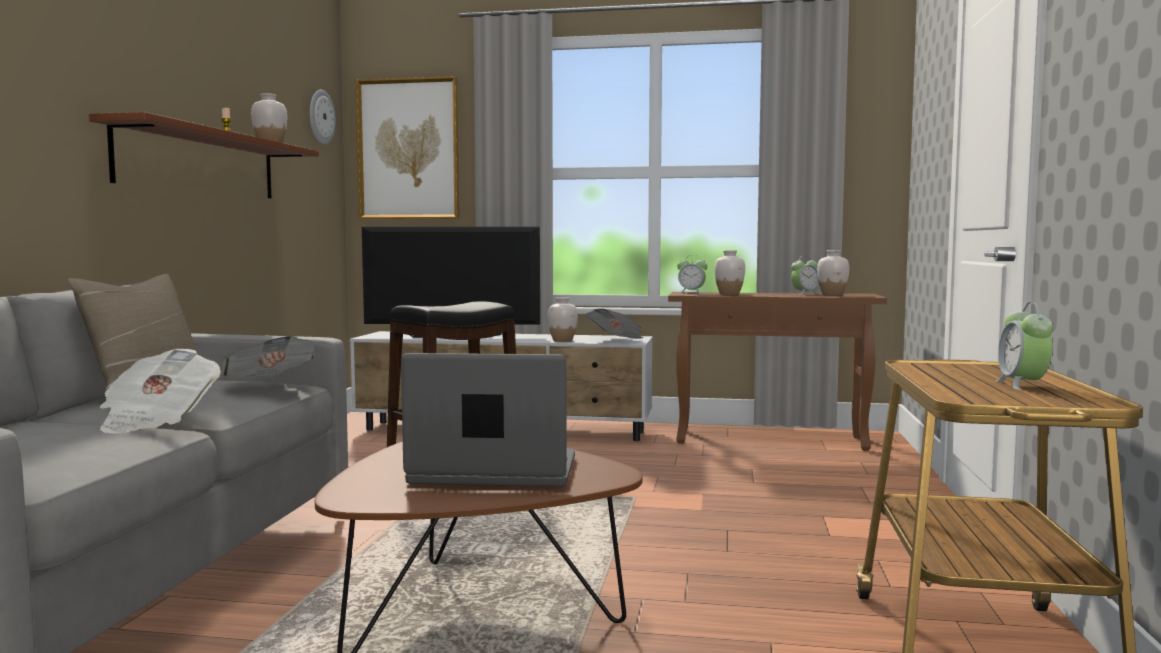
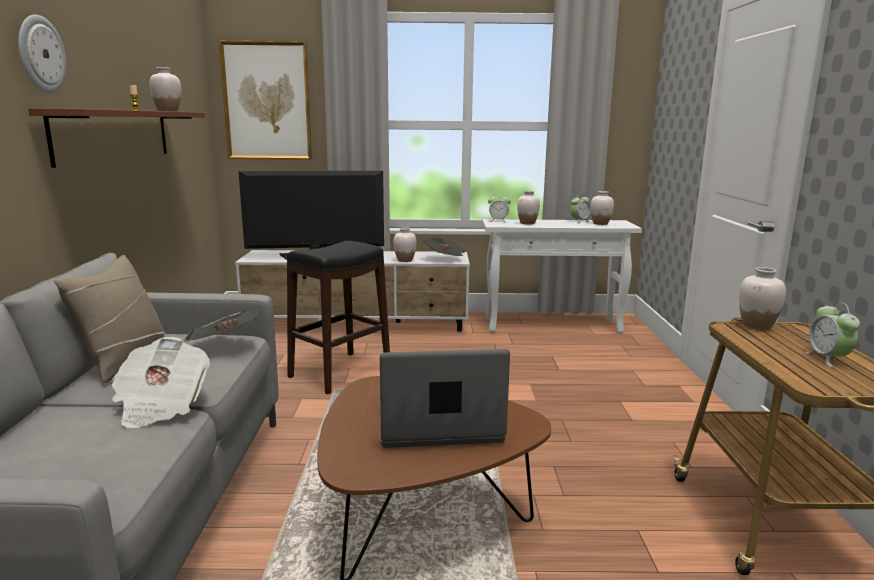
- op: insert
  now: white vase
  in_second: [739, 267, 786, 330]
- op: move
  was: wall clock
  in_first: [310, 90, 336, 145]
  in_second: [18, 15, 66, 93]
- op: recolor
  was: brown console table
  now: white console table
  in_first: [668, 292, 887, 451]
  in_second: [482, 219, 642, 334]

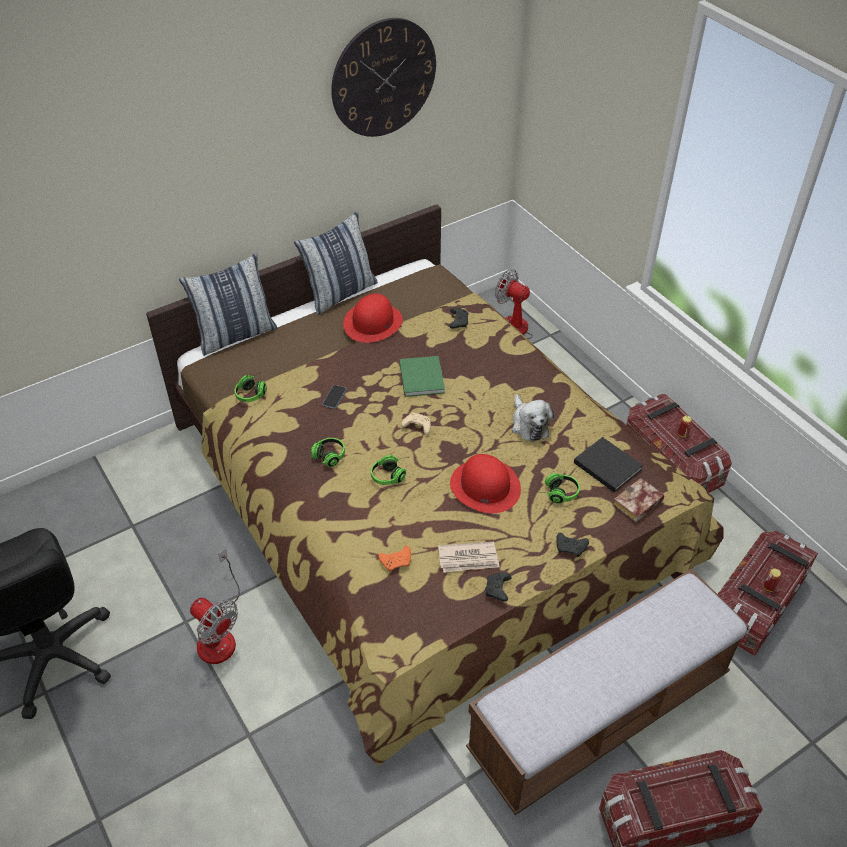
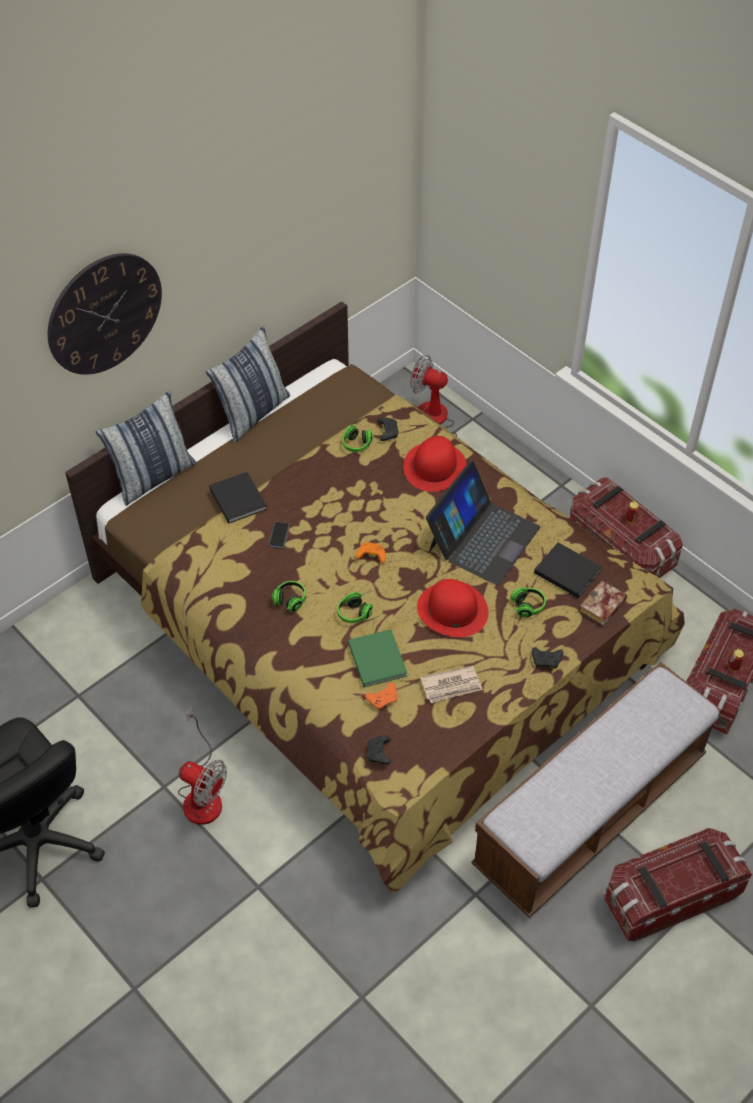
- op: insert
  now: black book
  in_second: [209, 472, 267, 524]
- op: move
  was: headphones
  in_first: [234, 373, 267, 402]
  in_second: [342, 425, 373, 452]
- op: move
  was: wall clock
  in_first: [331, 18, 436, 137]
  in_second: [48, 253, 162, 375]
- op: move
  was: red hat
  in_first: [343, 294, 403, 343]
  in_second: [403, 436, 466, 492]
- op: move
  was: green book
  in_first: [400, 356, 445, 397]
  in_second: [348, 629, 408, 687]
- op: move
  was: black game controller
  in_first: [485, 573, 512, 602]
  in_second: [367, 736, 391, 765]
- op: replace
  was: plush toy
  now: laptop
  in_first: [512, 394, 554, 442]
  in_second: [426, 460, 540, 585]
- op: recolor
  was: beige game controller
  now: orange game controller
  in_first: [401, 412, 431, 435]
  in_second: [356, 542, 386, 564]

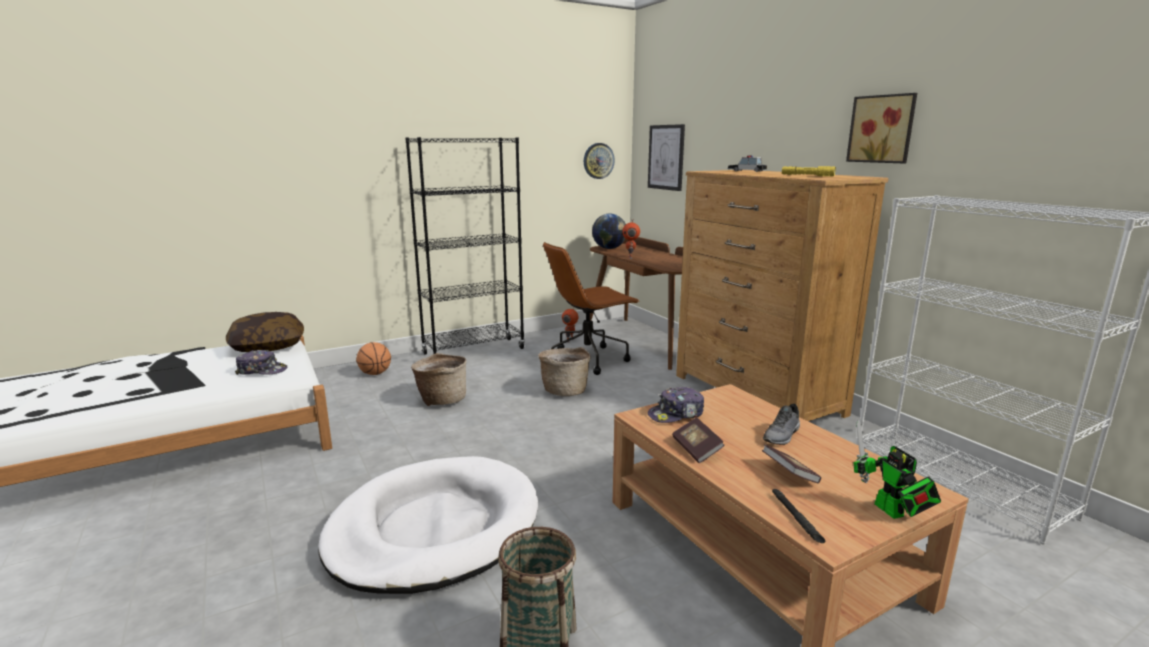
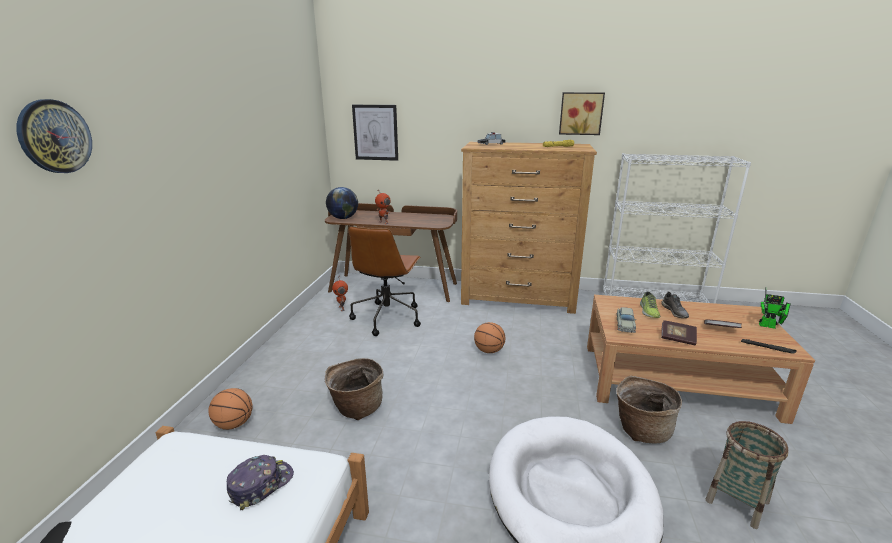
- op: delete
  was: pillow
  in_first: [226, 312, 304, 352]
- op: delete
  was: black bookcase
  in_first: [405, 137, 525, 355]
- op: insert
  now: basketball
  in_second: [474, 322, 505, 353]
- op: insert
  now: shoe
  in_second: [640, 292, 660, 318]
- op: move
  was: basket
  in_first: [538, 347, 591, 396]
  in_second: [616, 375, 682, 444]
- op: move
  was: wall clock
  in_first: [584, 143, 615, 179]
  in_second: [16, 99, 92, 173]
- op: replace
  was: cap
  now: beige toy car
  in_first: [648, 387, 704, 423]
  in_second: [617, 307, 636, 333]

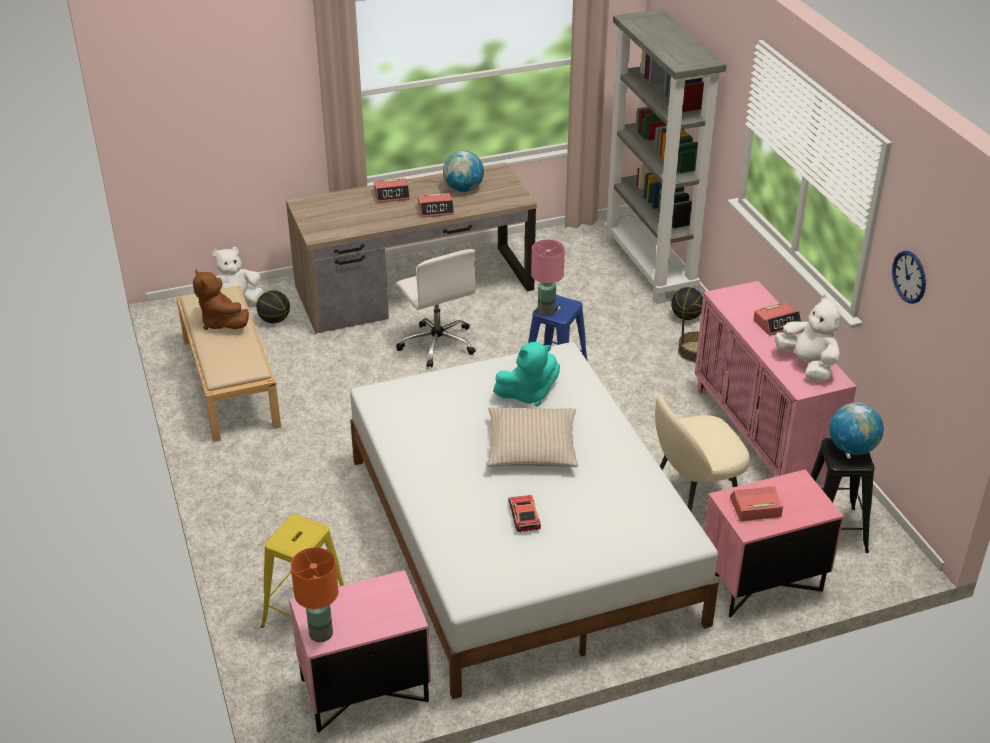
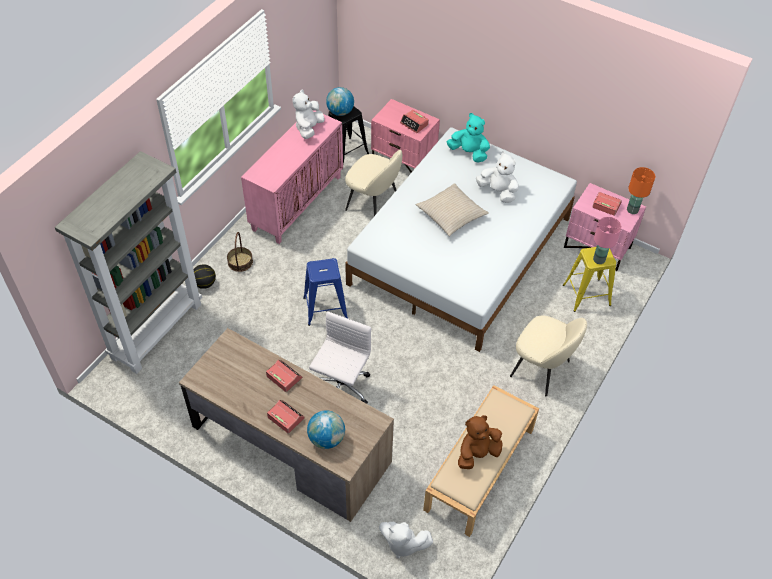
- op: delete
  was: basketball
  in_first: [256, 290, 290, 323]
- op: delete
  was: wall clock
  in_first: [892, 251, 926, 304]
- op: insert
  now: beige chair
  in_second: [510, 315, 587, 396]
- op: move
  was: globe
  in_first: [443, 151, 484, 192]
  in_second: [307, 410, 345, 449]
- op: move
  was: turquoise plush toy
  in_first: [493, 342, 560, 407]
  in_second: [447, 113, 490, 162]
- op: move
  was: pink table lamp
  in_first: [531, 239, 565, 316]
  in_second: [593, 217, 621, 264]
- op: move
  was: alarm clock
  in_first: [753, 302, 801, 336]
  in_second: [592, 192, 621, 216]
- op: replace
  was: toy car
  now: white plush toy
  in_first: [508, 495, 541, 532]
  in_second: [476, 151, 519, 203]
- op: rotate
  was: brown plush toy
  in_first: [193, 269, 249, 330]
  in_second: [458, 415, 503, 469]
  clockwise: -135

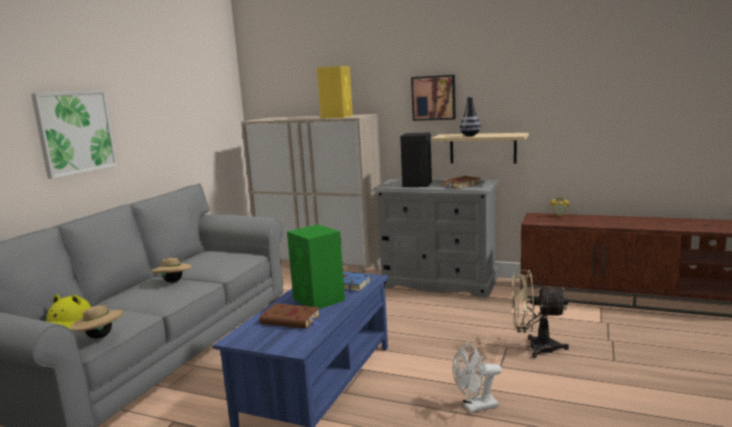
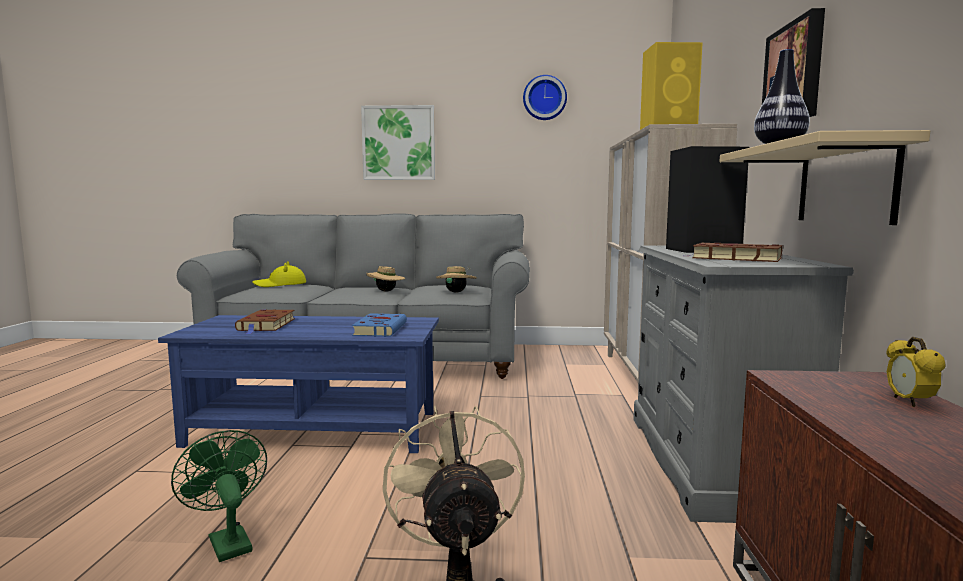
- op: delete
  was: green speaker
  in_first: [287, 224, 345, 309]
- op: insert
  now: wall clock
  in_second: [523, 75, 567, 120]
- op: move
  was: beige hat
  in_first: [71, 301, 124, 339]
  in_second: [436, 266, 477, 293]
- op: recolor
  was: white fan
  now: green fan
  in_first: [452, 343, 502, 413]
  in_second: [171, 430, 267, 562]

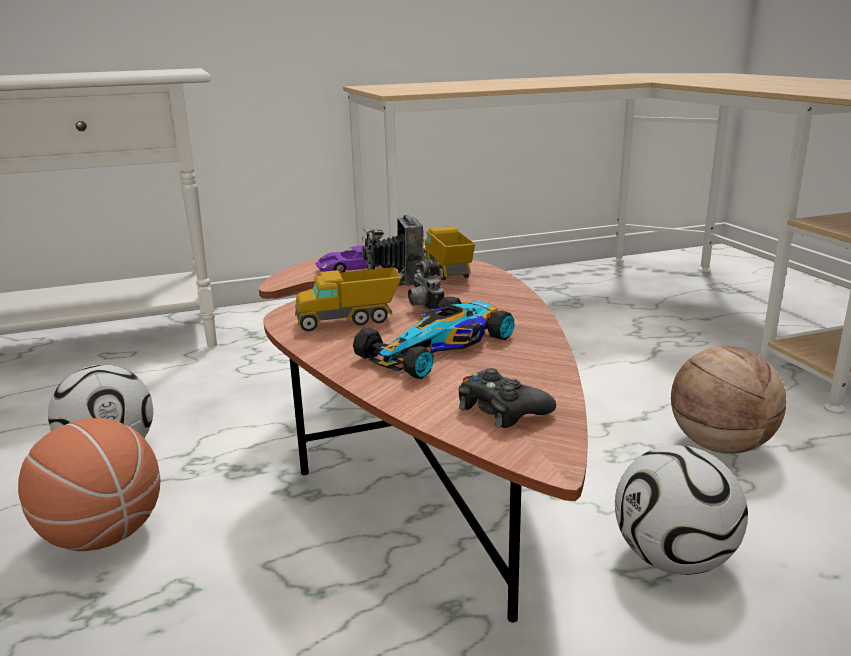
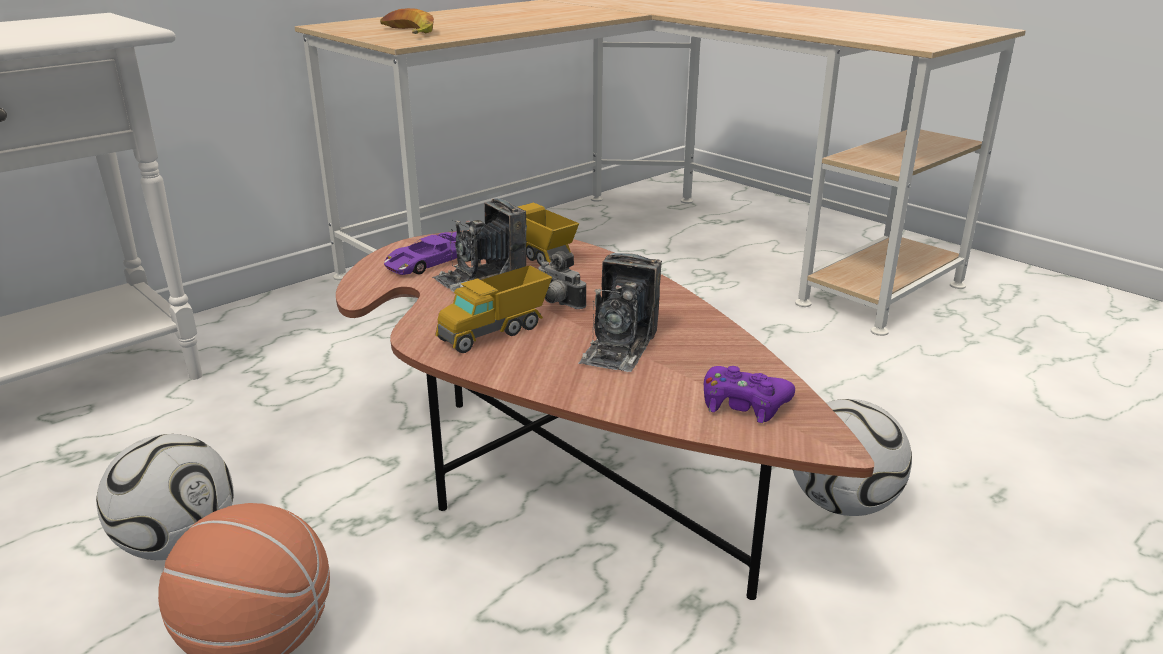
- op: delete
  was: basketball
  in_first: [671, 346, 786, 454]
- op: insert
  now: banana
  in_second: [380, 8, 434, 34]
- op: replace
  was: toy car
  now: photo camera
  in_first: [353, 297, 515, 379]
  in_second: [578, 253, 662, 372]
- op: recolor
  was: black game controller
  now: purple game controller
  in_first: [459, 368, 556, 428]
  in_second: [704, 366, 795, 423]

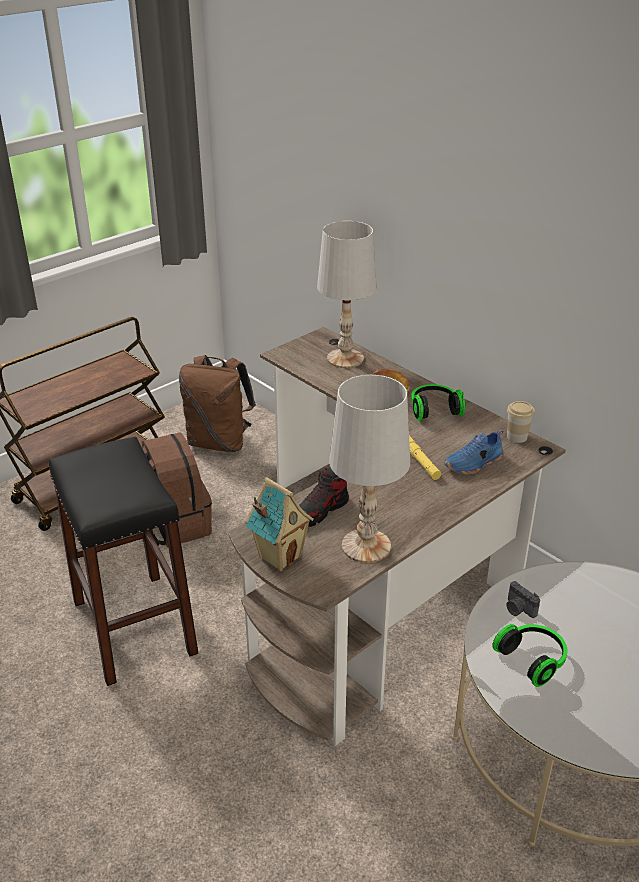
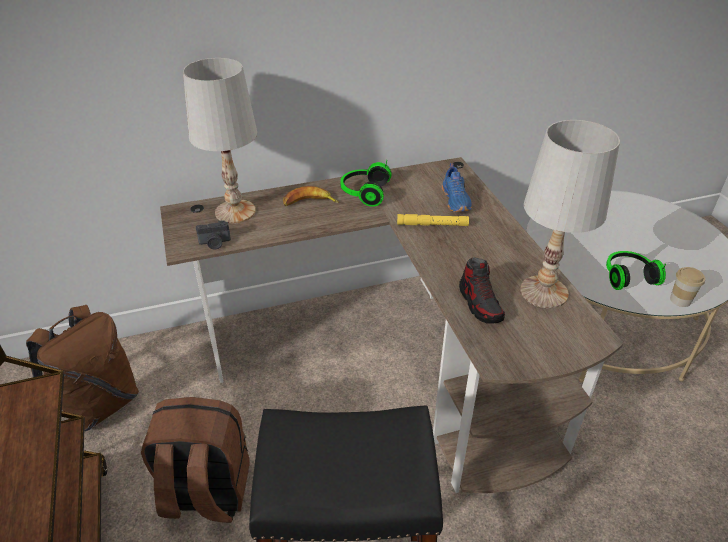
- op: delete
  was: toy house
  in_first: [245, 477, 314, 571]
- op: move
  was: cup
  in_first: [507, 401, 535, 443]
  in_second: [670, 267, 705, 307]
- op: move
  was: photo camera
  in_first: [507, 581, 540, 618]
  in_second: [196, 220, 231, 249]

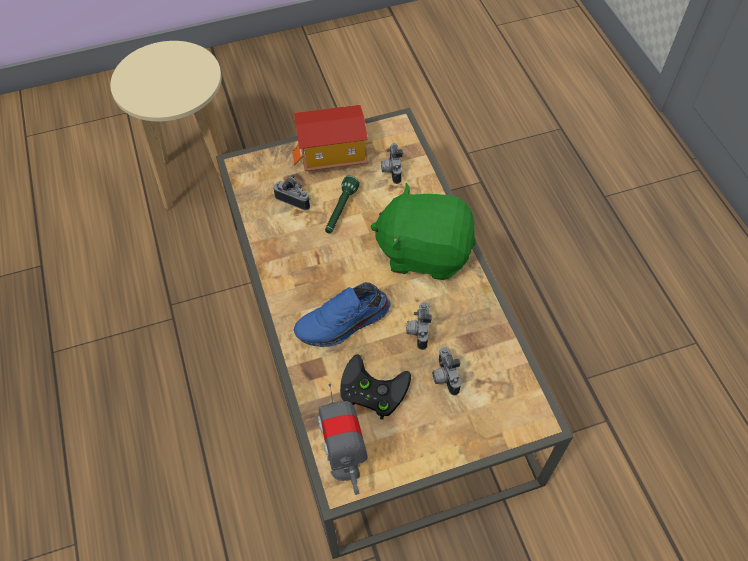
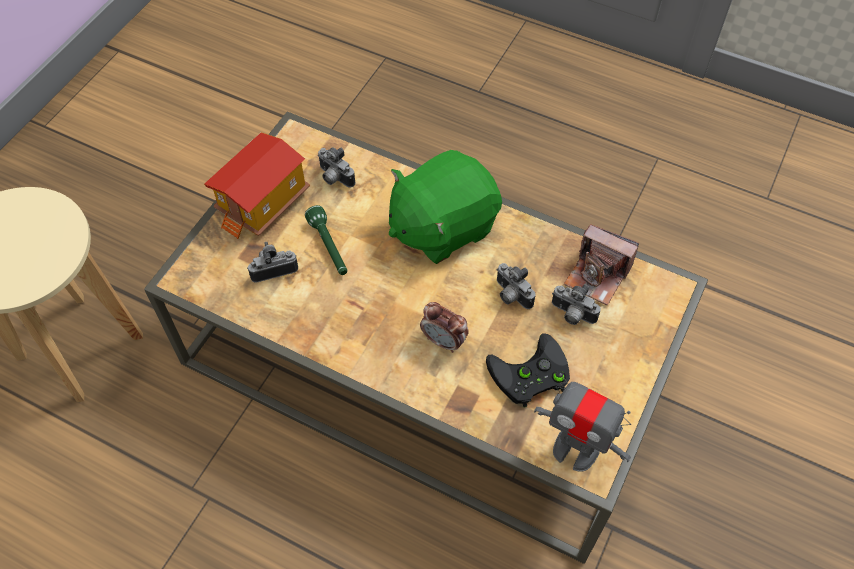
- op: insert
  now: photo camera
  in_second: [564, 224, 639, 305]
- op: replace
  was: blue shoe
  now: alarm clock
  in_first: [294, 282, 391, 347]
  in_second: [420, 302, 469, 353]

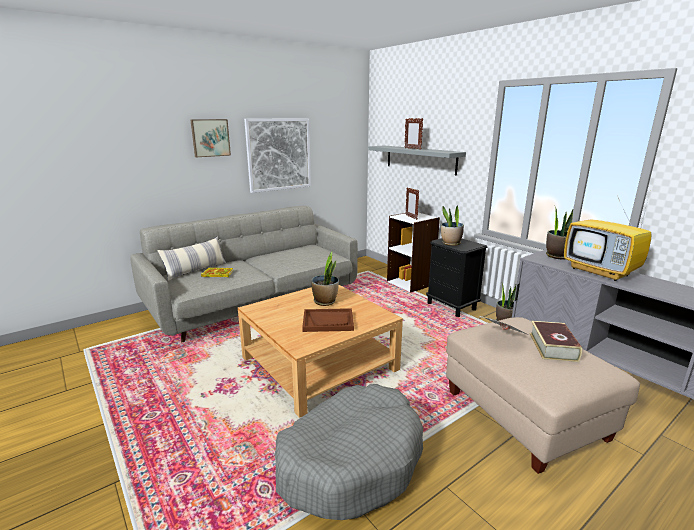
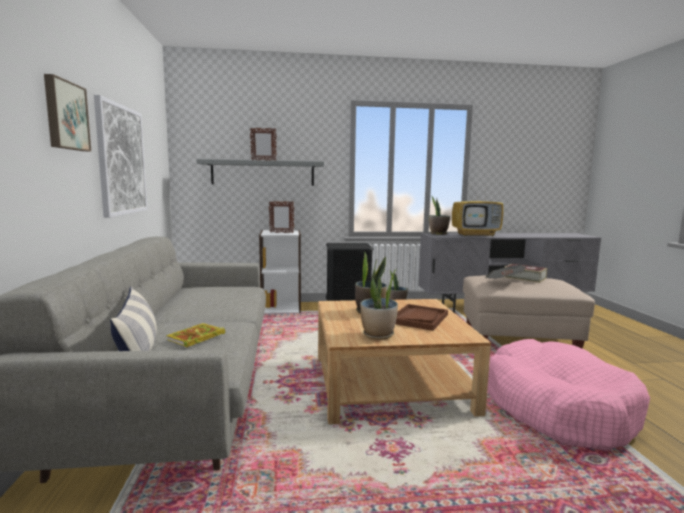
- op: move
  was: potted plant
  in_first: [441, 205, 464, 246]
  in_second: [360, 269, 398, 340]
- op: recolor
  was: grey dog bed
  now: pink dog bed
  in_first: [275, 384, 423, 520]
  in_second: [487, 339, 650, 451]

